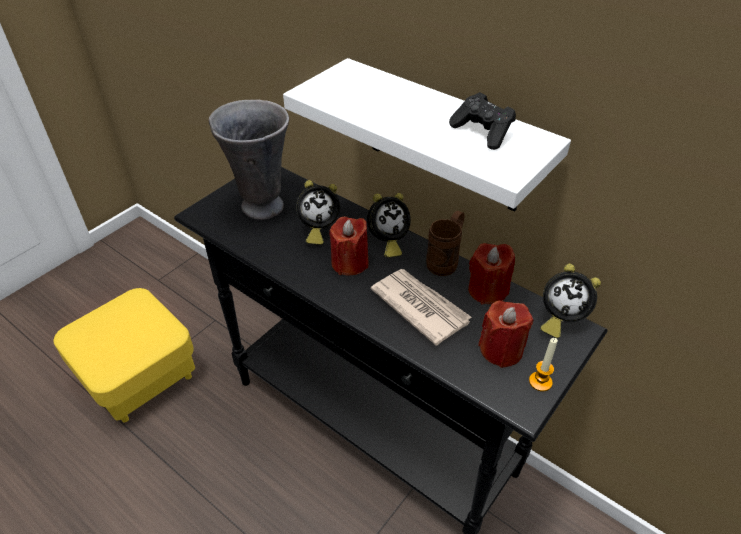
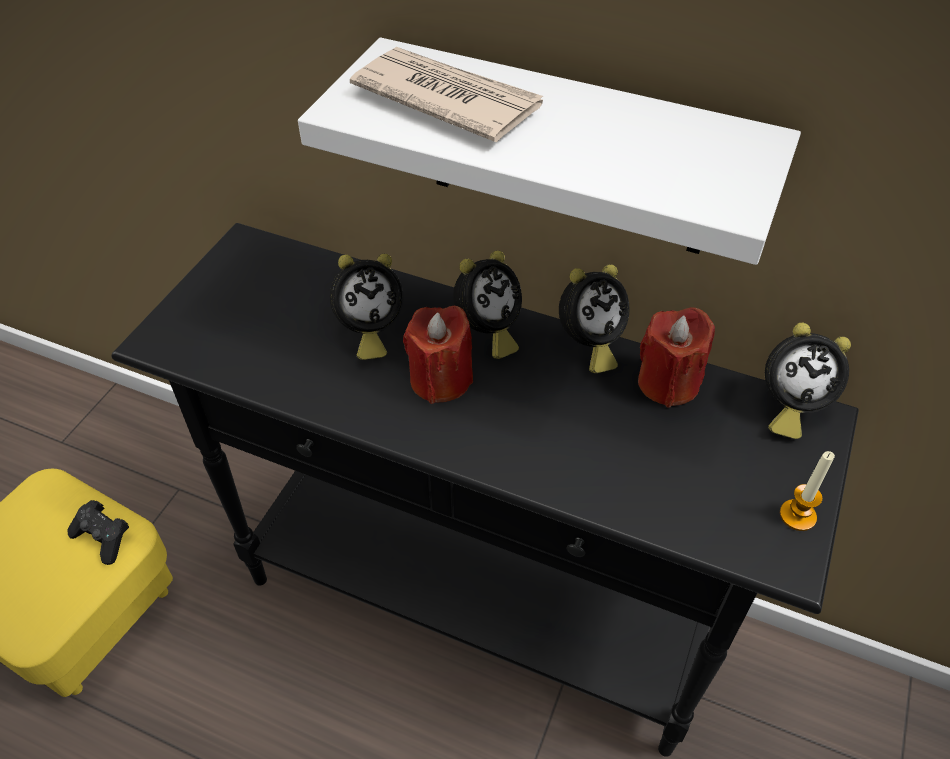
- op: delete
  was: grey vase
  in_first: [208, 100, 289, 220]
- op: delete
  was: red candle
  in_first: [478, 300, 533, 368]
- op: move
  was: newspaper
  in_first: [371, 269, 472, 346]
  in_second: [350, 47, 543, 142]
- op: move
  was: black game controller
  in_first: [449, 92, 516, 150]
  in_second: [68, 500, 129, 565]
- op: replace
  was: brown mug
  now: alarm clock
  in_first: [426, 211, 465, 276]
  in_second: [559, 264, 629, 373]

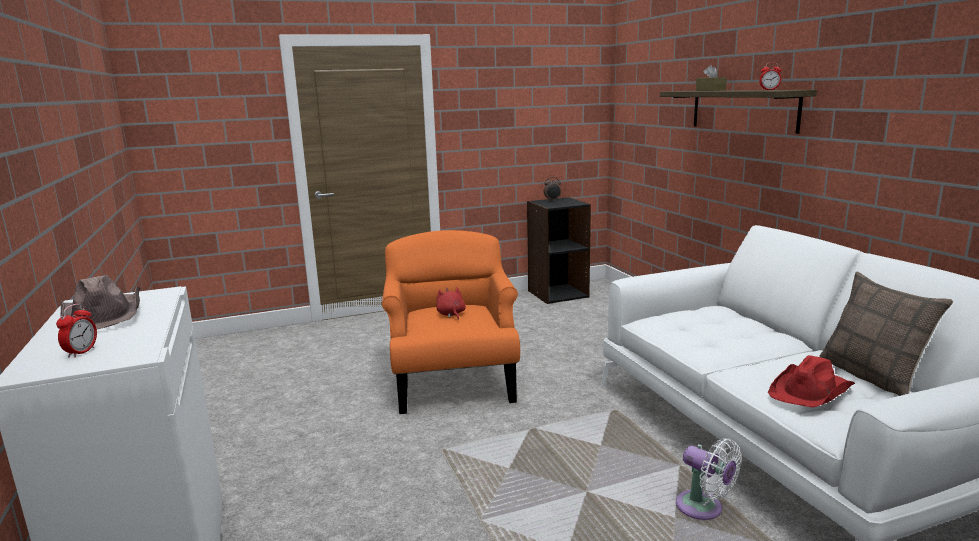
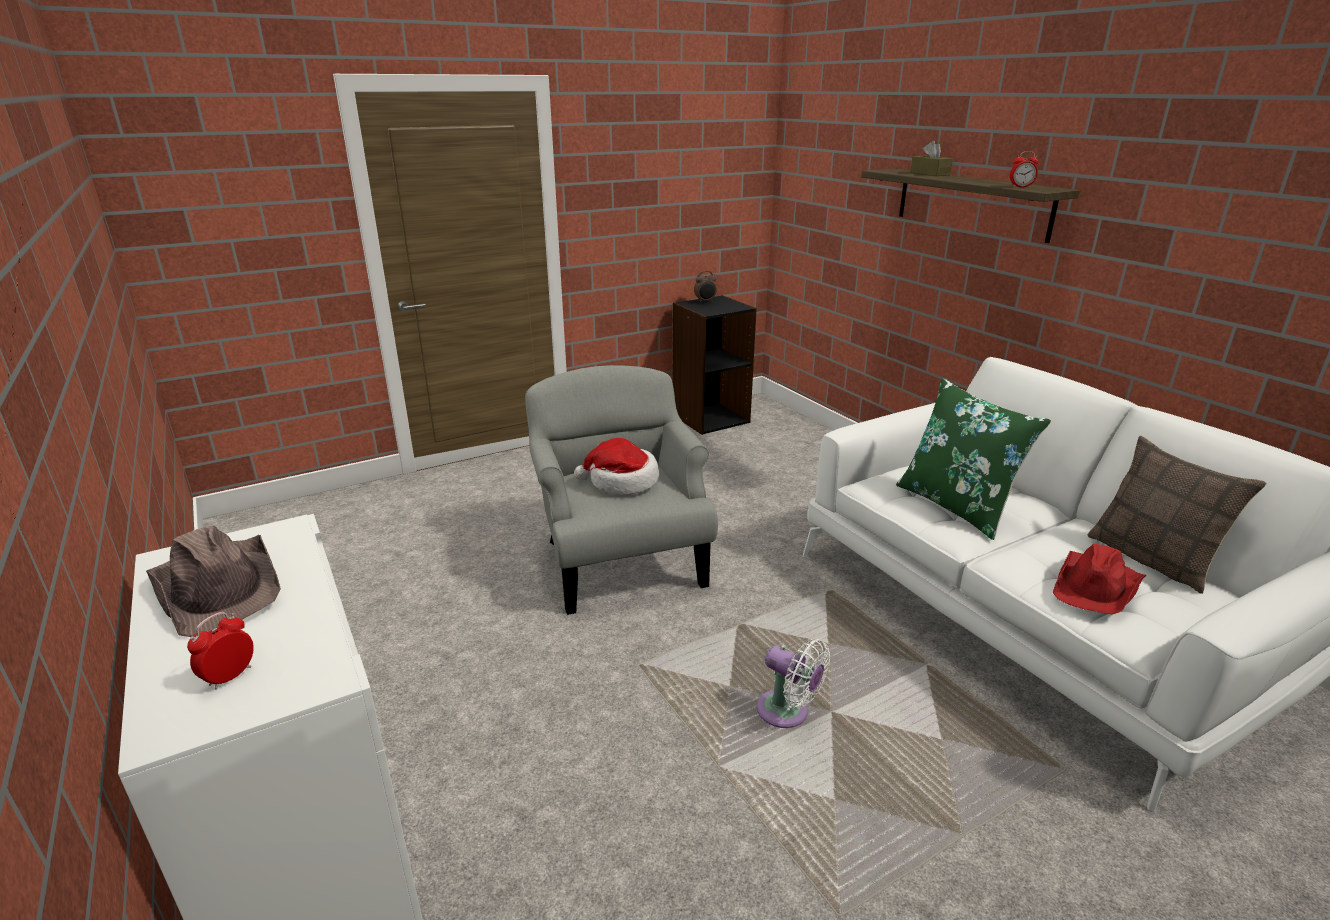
- op: insert
  now: green pillow
  in_second: [896, 378, 1051, 540]
- op: move
  was: white fan
  in_first: [676, 438, 741, 520]
  in_second: [757, 638, 830, 728]
- op: replace
  was: red plush toy
  now: hat
  in_first: [436, 287, 466, 320]
  in_second: [574, 438, 659, 495]
- op: recolor
  was: orange armchair
  now: grey armchair
  in_first: [382, 230, 520, 414]
  in_second: [525, 365, 718, 615]
- op: rotate
  was: alarm clock
  in_first: [56, 304, 97, 358]
  in_second: [187, 612, 254, 690]
  clockwise: -150

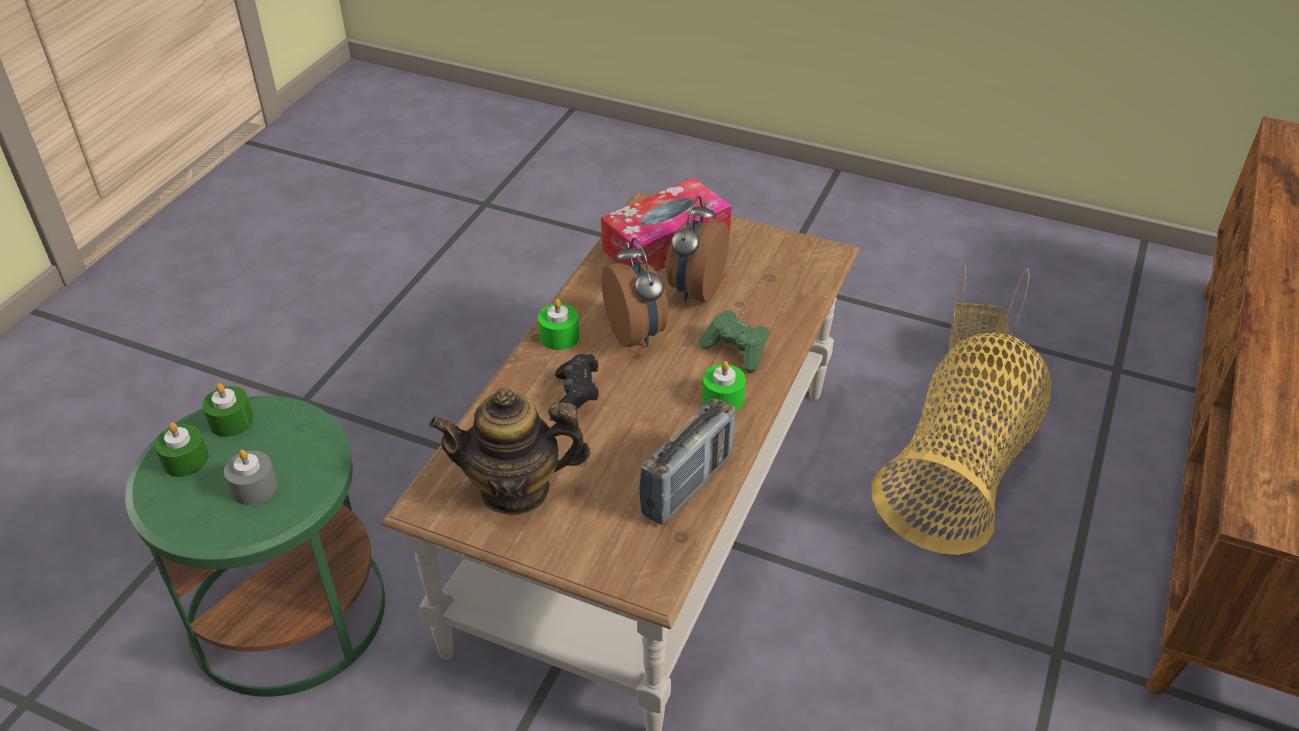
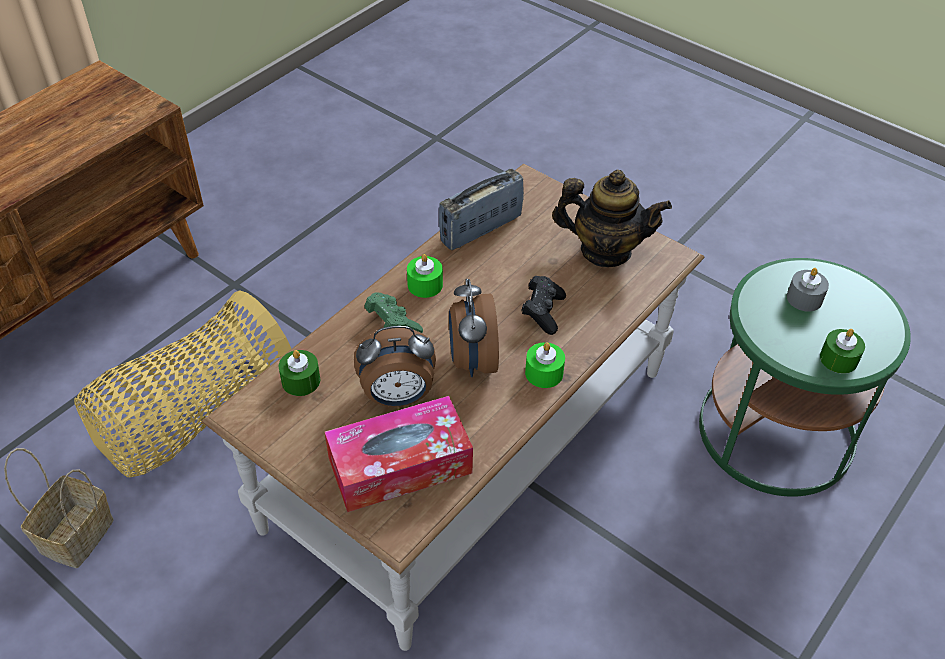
- op: move
  was: green candle
  in_first: [155, 422, 209, 477]
  in_second: [279, 350, 320, 396]
- op: rotate
  was: alarm clock
  in_first: [666, 196, 729, 302]
  in_second: [354, 326, 436, 407]
  clockwise: 45

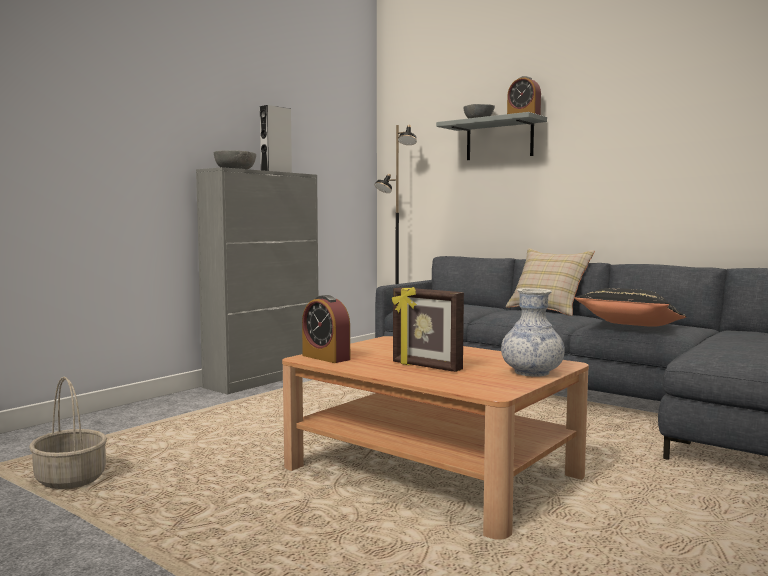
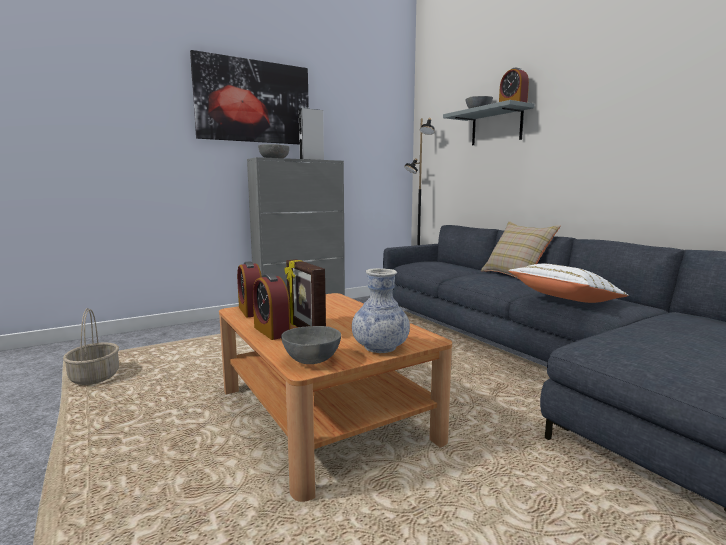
- op: insert
  now: picture
  in_second: [190, 50, 309, 144]
- op: insert
  now: alarm clock
  in_second: [253, 274, 291, 340]
- op: insert
  now: grey bowl
  in_second: [281, 326, 341, 364]
- op: recolor
  was: black pillow
  now: white pillow
  in_first: [574, 288, 686, 327]
  in_second: [508, 263, 629, 303]

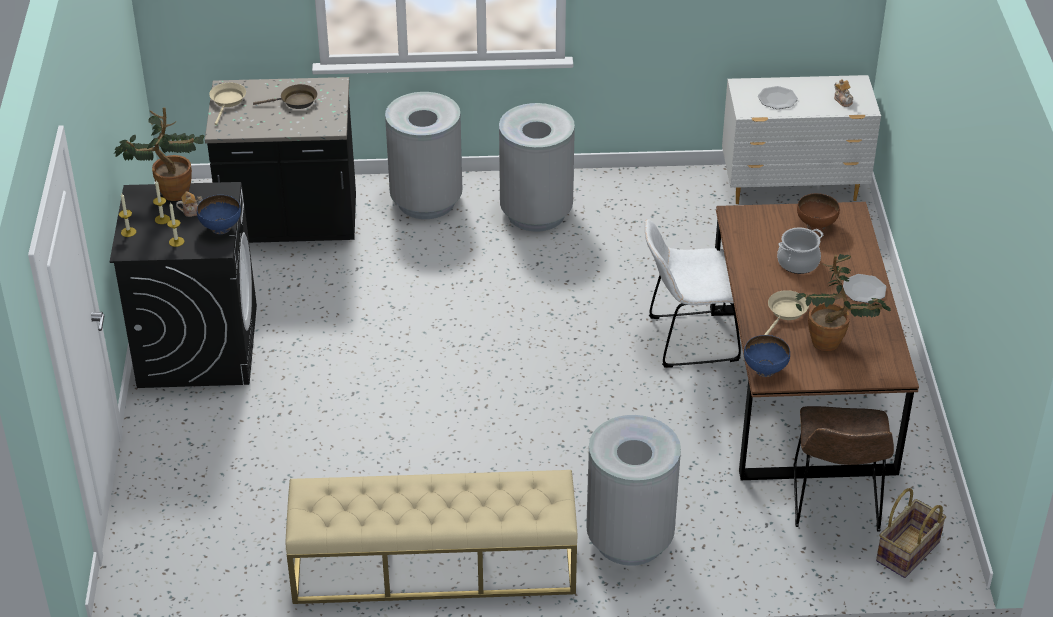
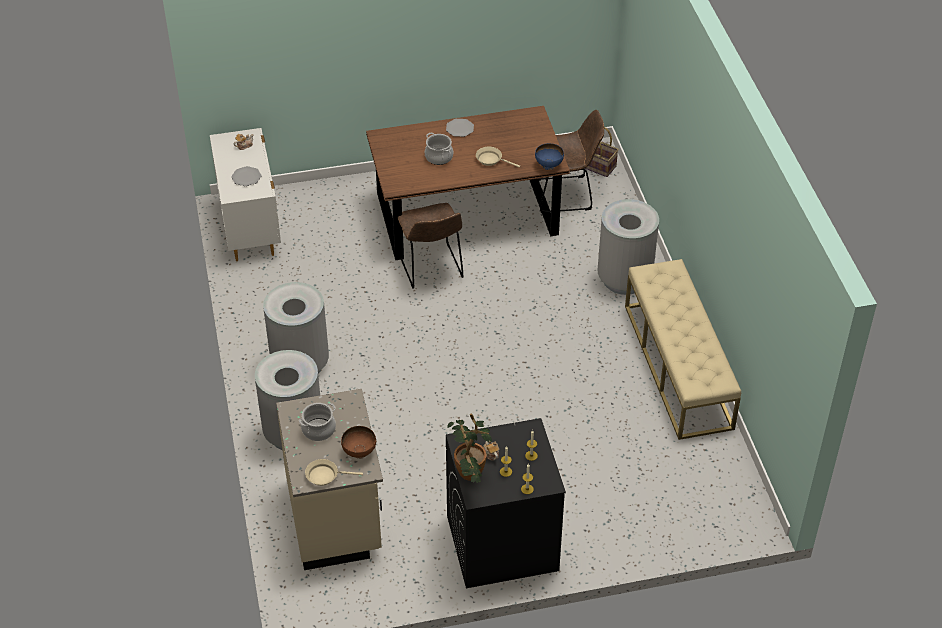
- op: delete
  was: blue bowl
  in_first: [197, 195, 241, 234]
- op: delete
  was: potted plant
  in_first: [795, 254, 891, 351]
- op: move
  was: brown bowl
  in_first: [797, 193, 840, 232]
  in_second: [341, 426, 376, 459]
- op: replace
  was: brown frying pan
  now: cooking pot
  in_first: [253, 84, 317, 109]
  in_second: [299, 403, 336, 441]
- op: recolor
  was: black counter
  now: beige counter
  in_first: [205, 77, 356, 243]
  in_second: [276, 389, 383, 570]
- op: recolor
  was: white chair
  now: brown chair
  in_first: [645, 219, 741, 368]
  in_second: [398, 203, 464, 289]

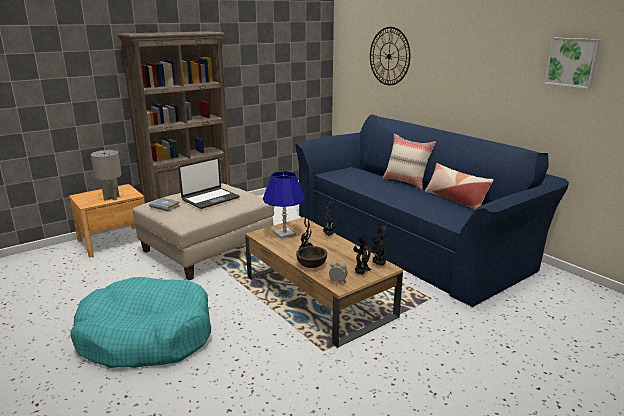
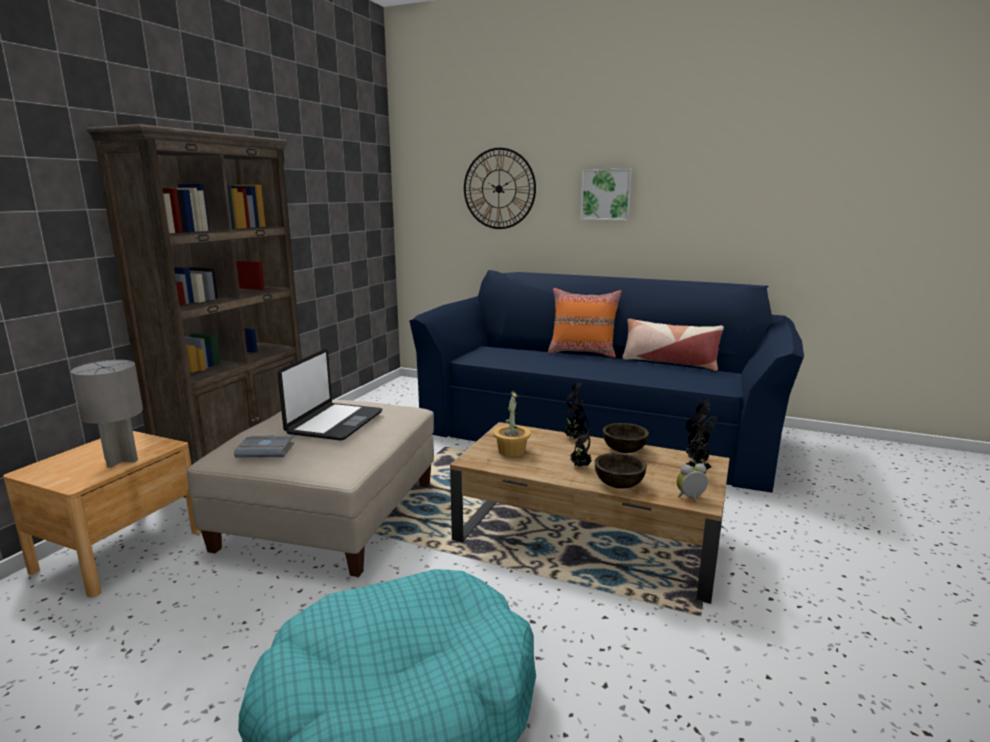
- op: insert
  now: brown bowl
  in_second: [603, 423, 649, 453]
- op: move
  was: picture
  in_first: [544, 38, 601, 89]
  in_second: [580, 169, 633, 221]
- op: replace
  was: blue table lamp
  now: potted plant
  in_first: [263, 171, 305, 239]
  in_second: [493, 390, 531, 457]
- op: recolor
  was: beige pillow
  now: orange pillow
  in_first: [382, 134, 436, 190]
  in_second: [548, 288, 622, 358]

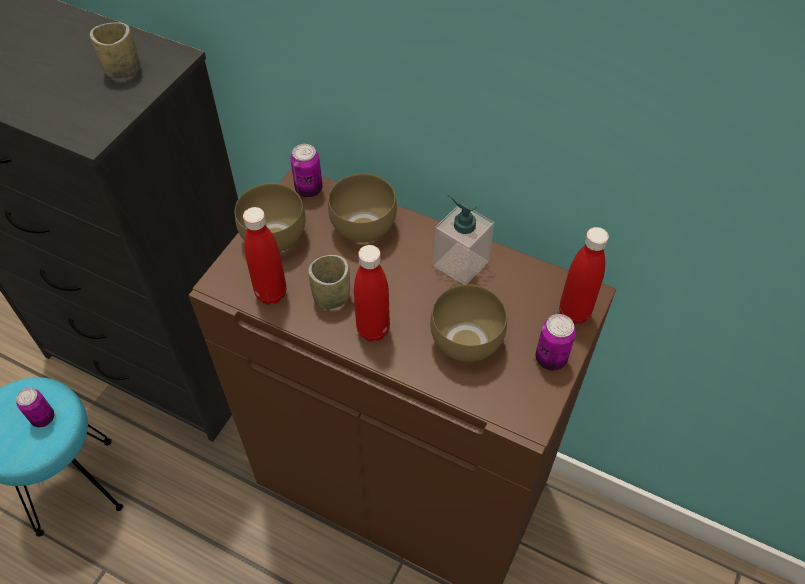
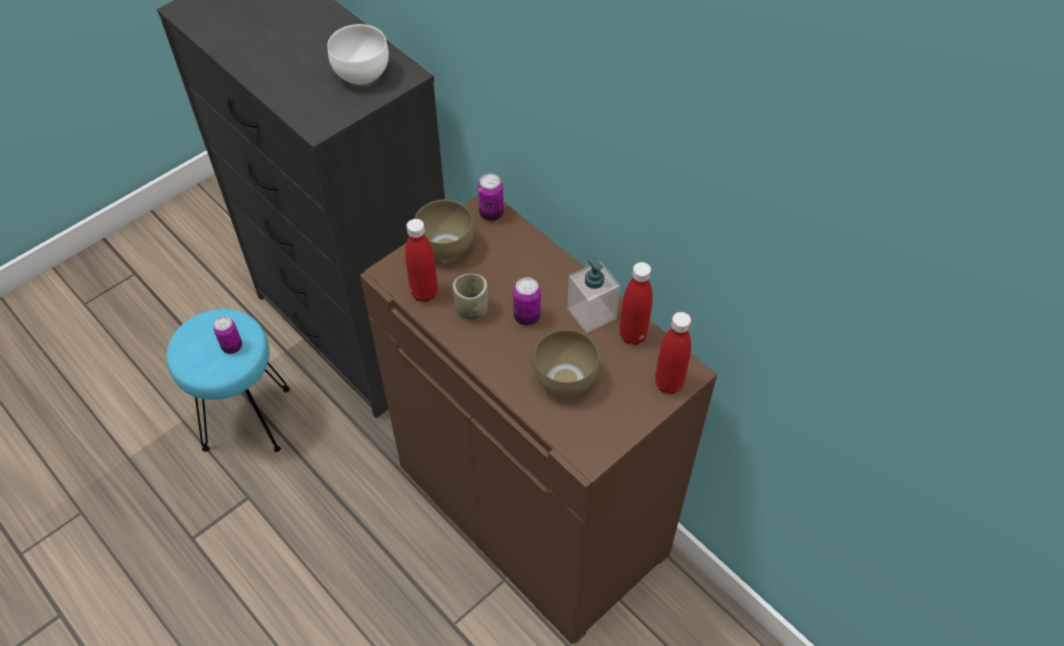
- op: delete
  was: brown bowl
  in_first: [328, 174, 397, 242]
- op: move
  was: red bottle
  in_first: [354, 245, 390, 342]
  in_second: [619, 262, 653, 345]
- op: move
  was: can
  in_first: [535, 314, 576, 371]
  in_second: [513, 277, 541, 326]
- op: replace
  was: cup
  now: white bowl
  in_first: [90, 22, 140, 78]
  in_second: [327, 24, 389, 85]

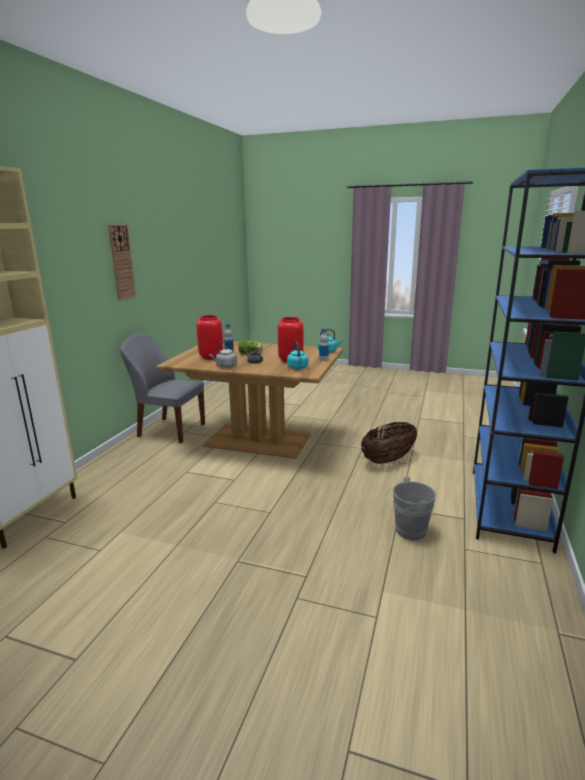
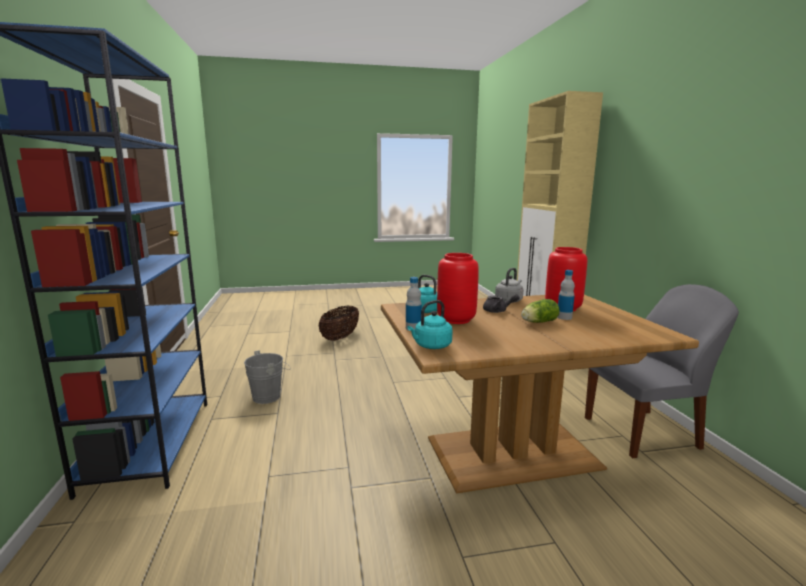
- op: delete
  was: wall clock
  in_first: [108, 224, 136, 301]
- op: move
  was: basket
  in_first: [361, 422, 417, 464]
  in_second: [319, 306, 359, 341]

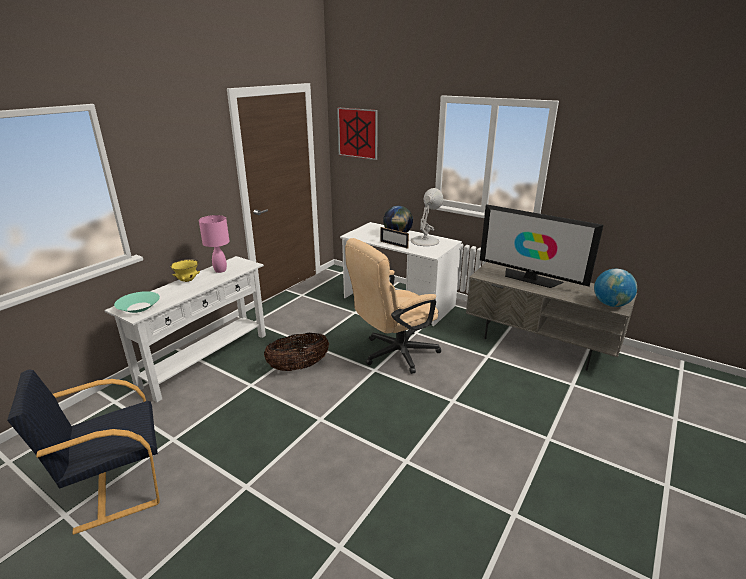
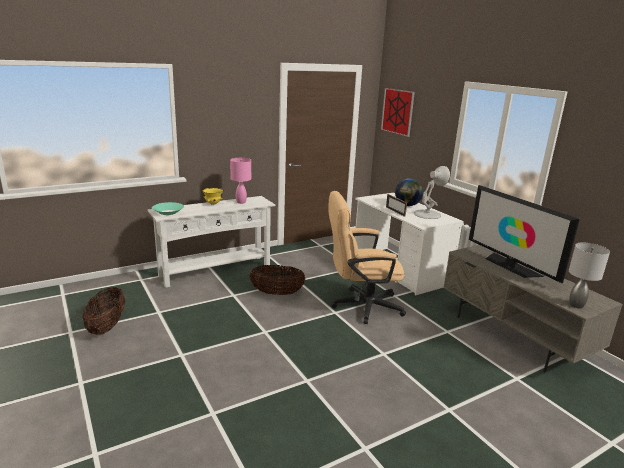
- op: replace
  was: black armchair
  now: basket
  in_first: [7, 369, 160, 535]
  in_second: [82, 287, 125, 335]
- op: replace
  was: globe
  now: grey table lamp
  in_first: [594, 269, 637, 307]
  in_second: [569, 242, 610, 308]

